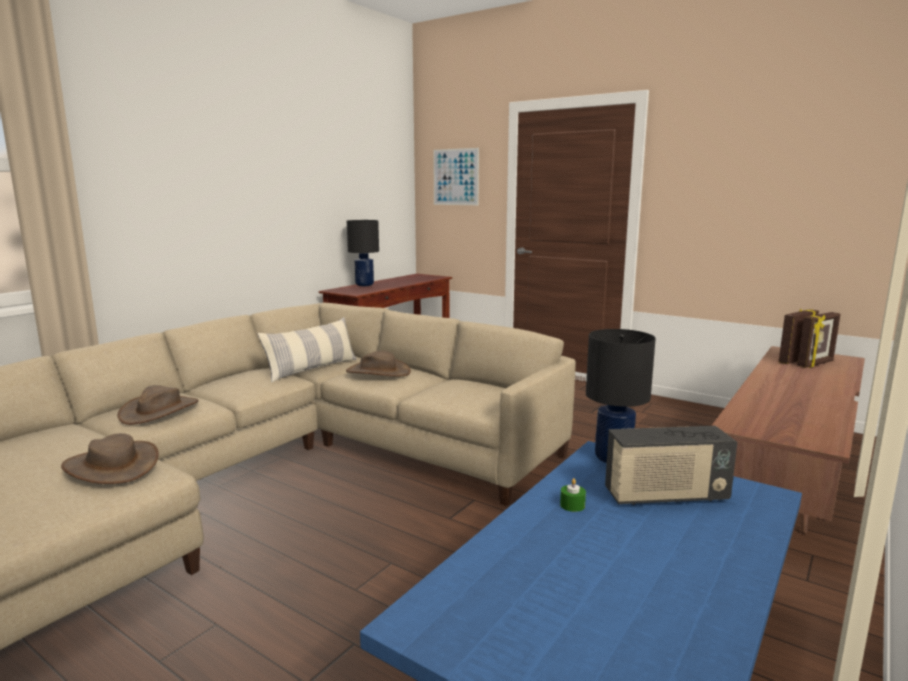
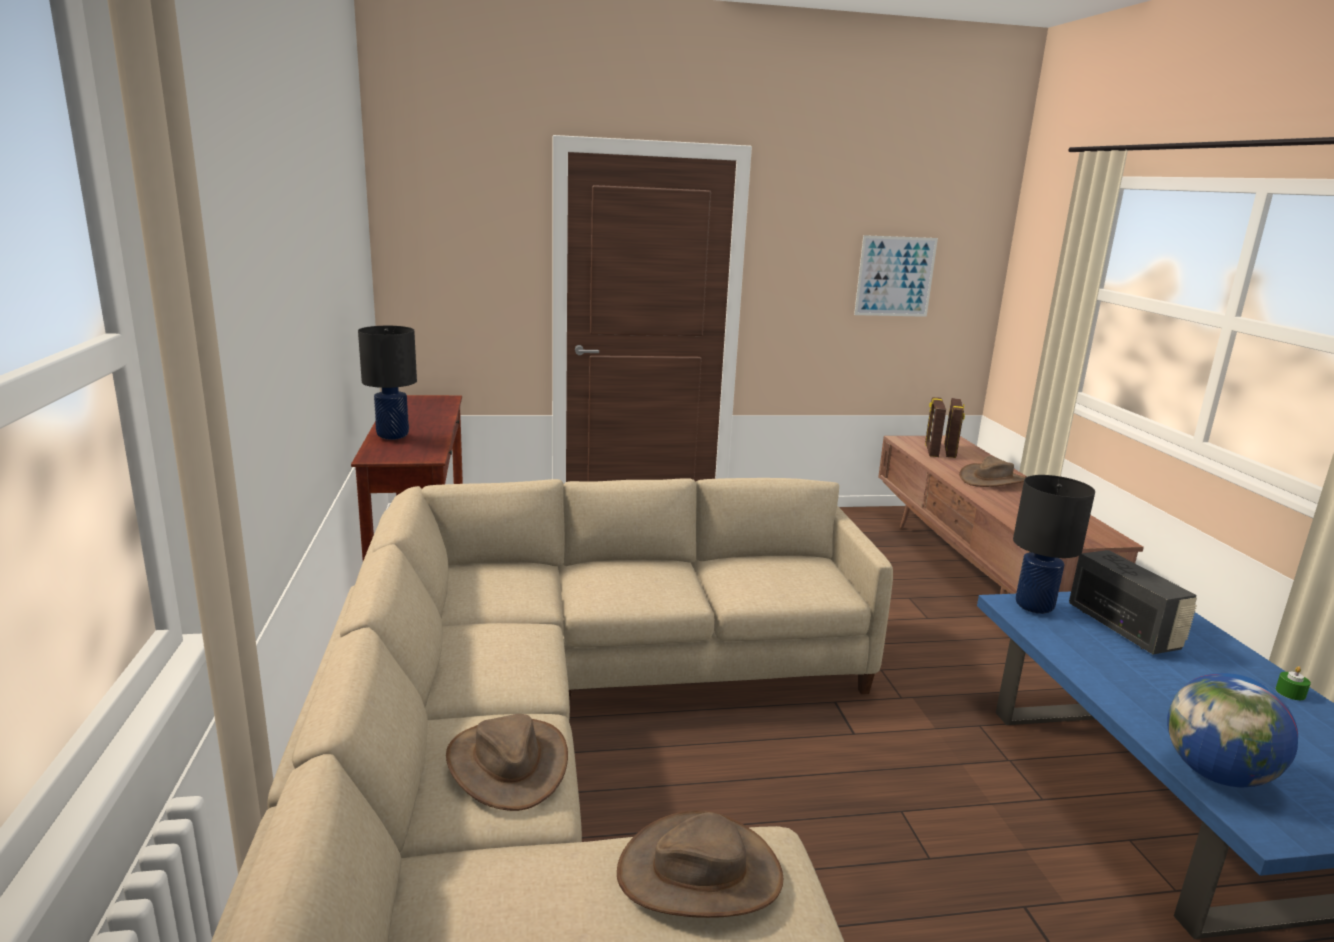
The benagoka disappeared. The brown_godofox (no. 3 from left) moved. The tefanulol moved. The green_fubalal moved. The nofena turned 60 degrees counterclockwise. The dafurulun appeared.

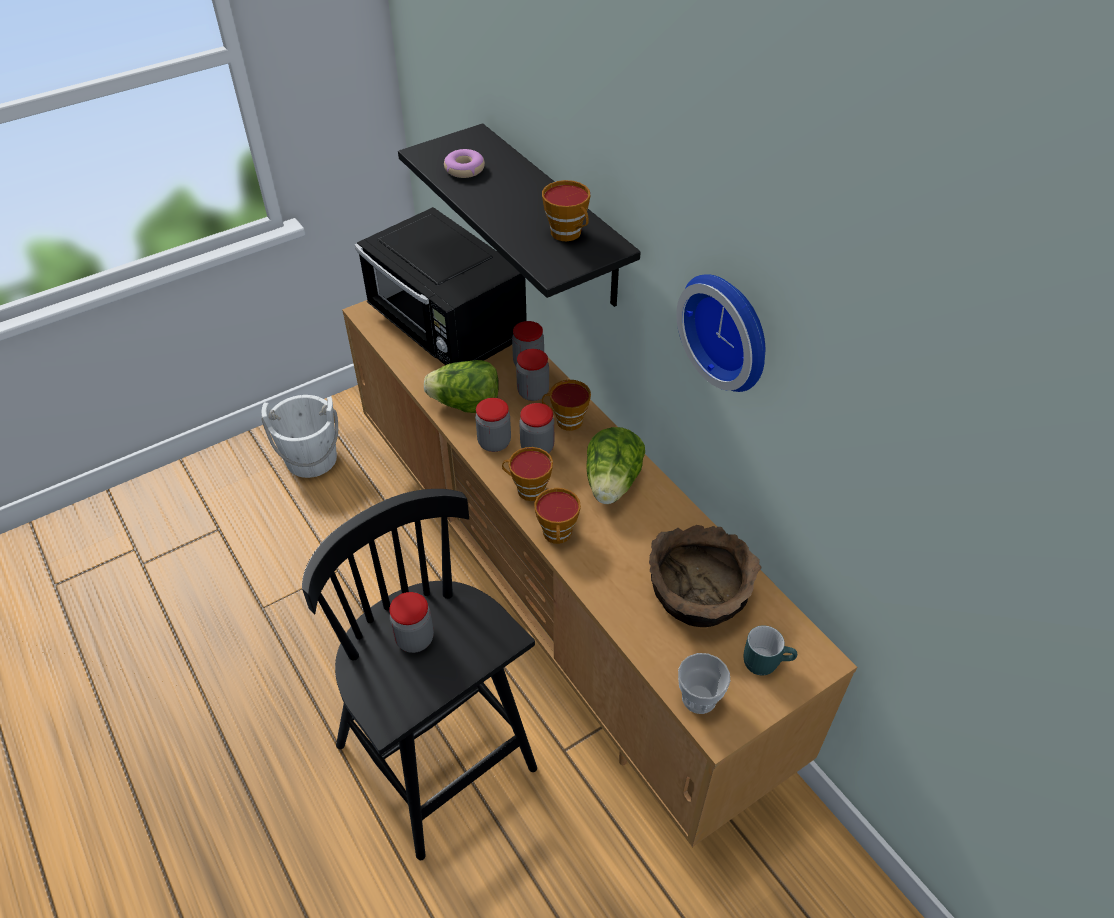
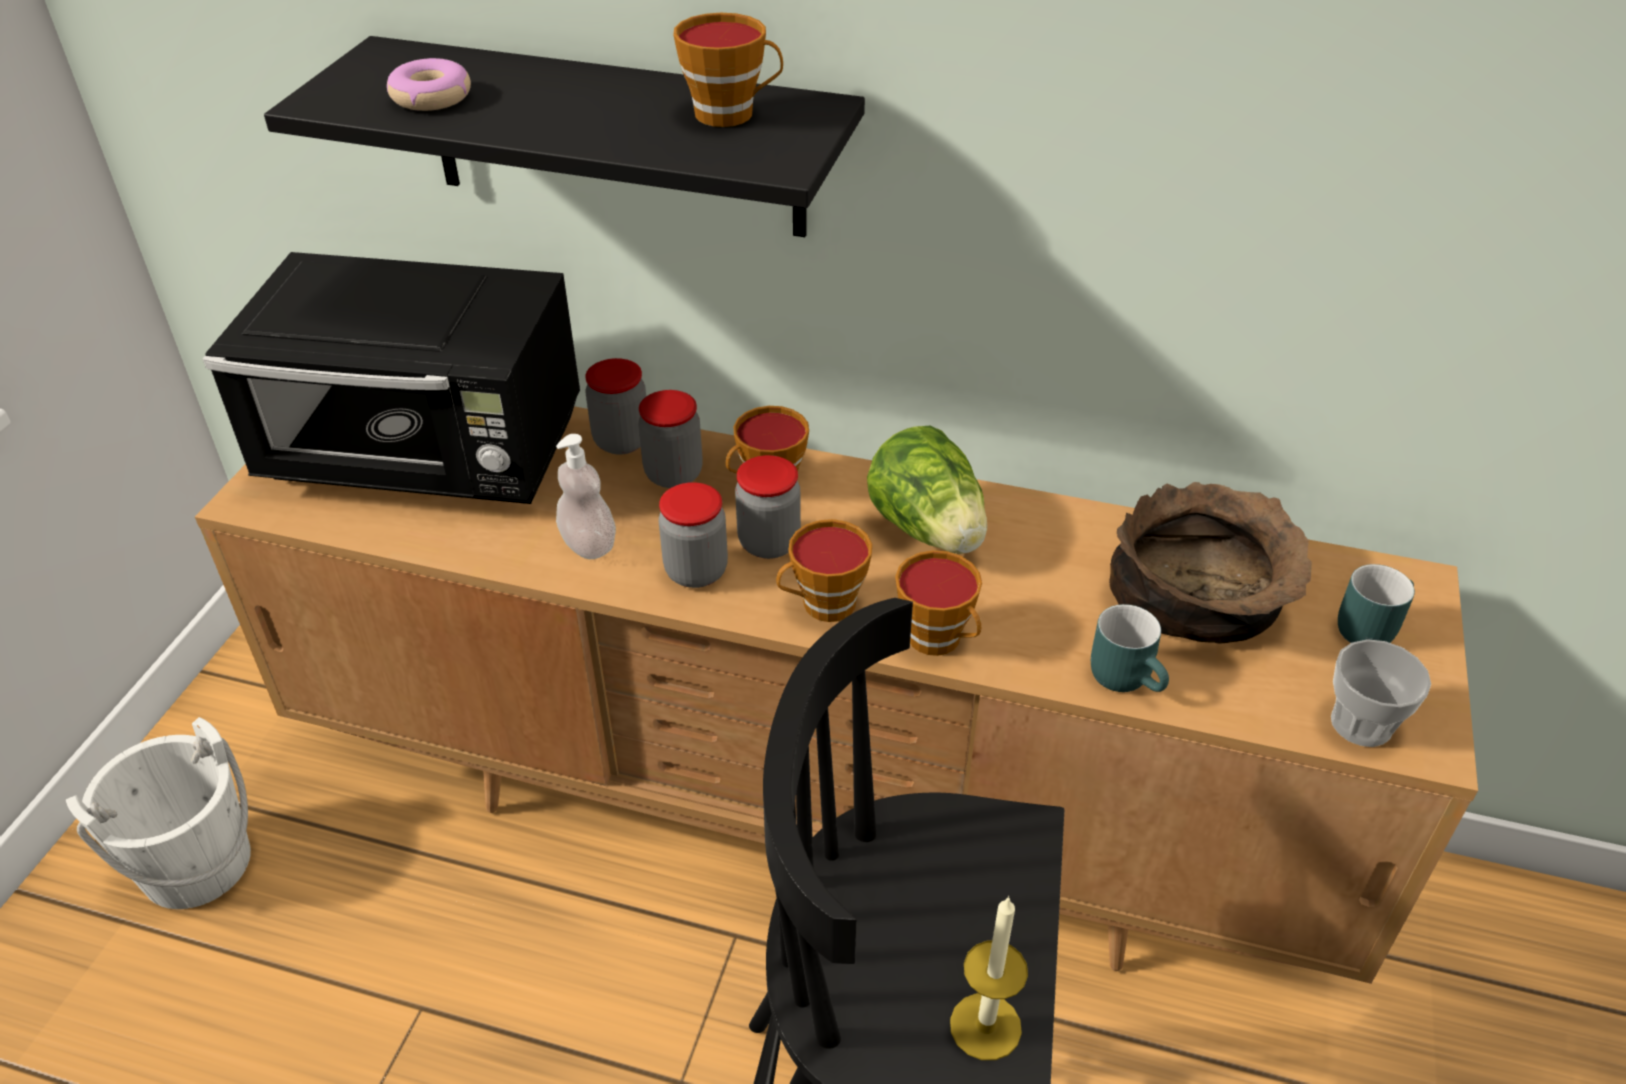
The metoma (no. 1 from left) disappeared. The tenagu (no. 1 from left) was replaced by the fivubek. The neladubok disappeared. The fubalal appeared. The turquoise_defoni (no. 1 from left) appeared.

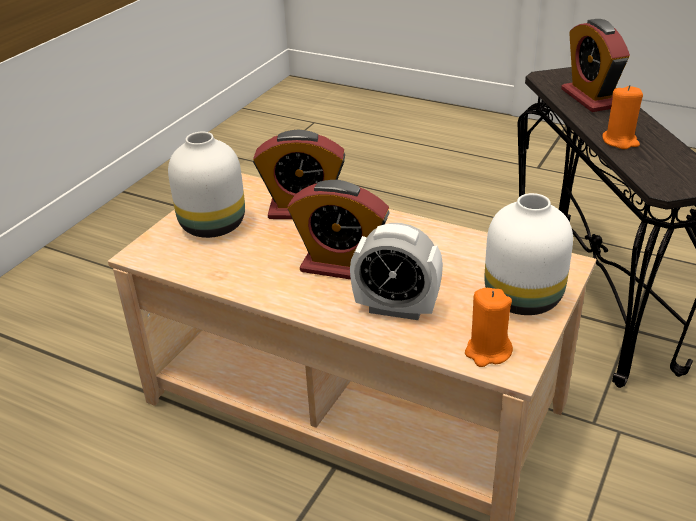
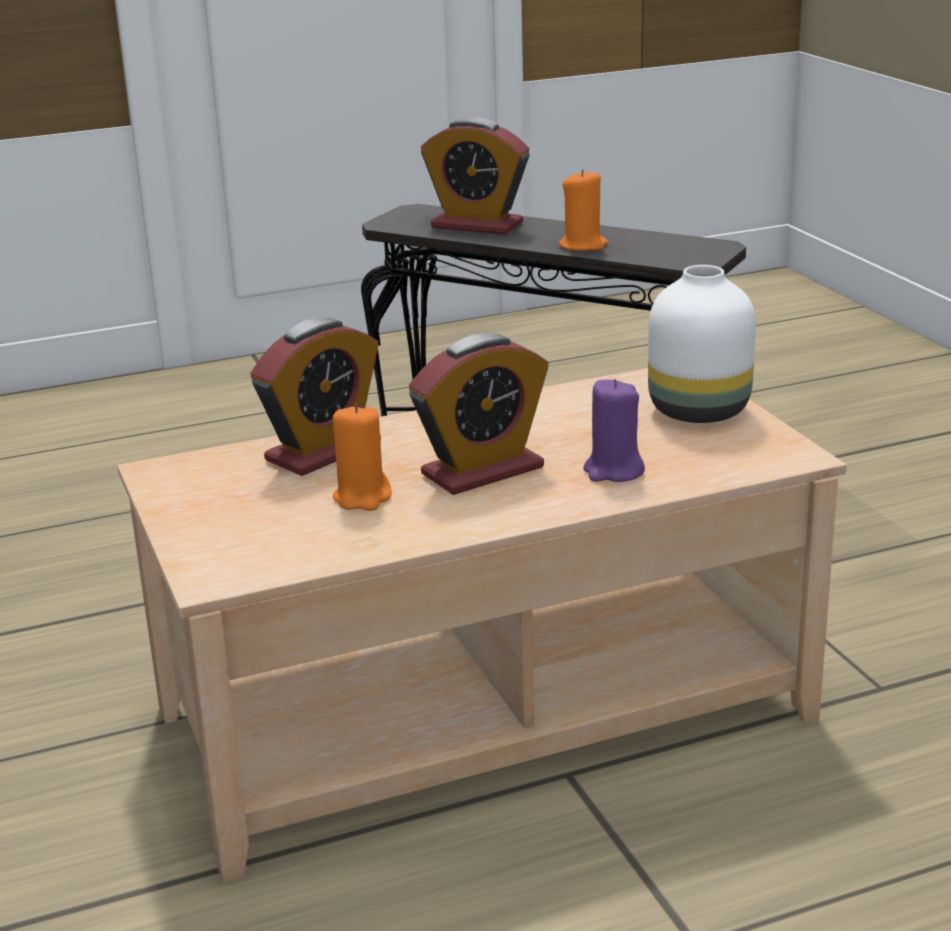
The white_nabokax (no. 1 from left) disappeared. The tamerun (no. 3 from left) was replaced by the purple_fubalal. The orange_fubalal (no. 1 from left) moved.

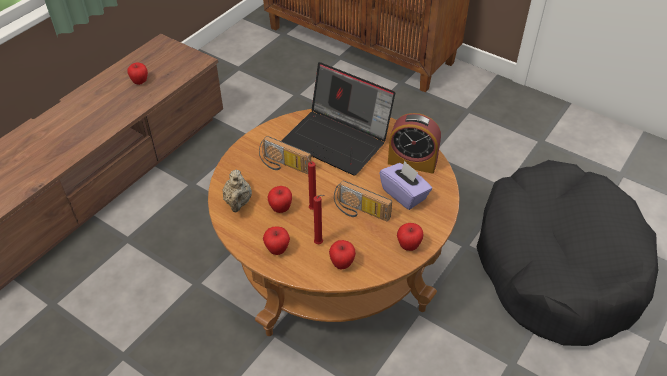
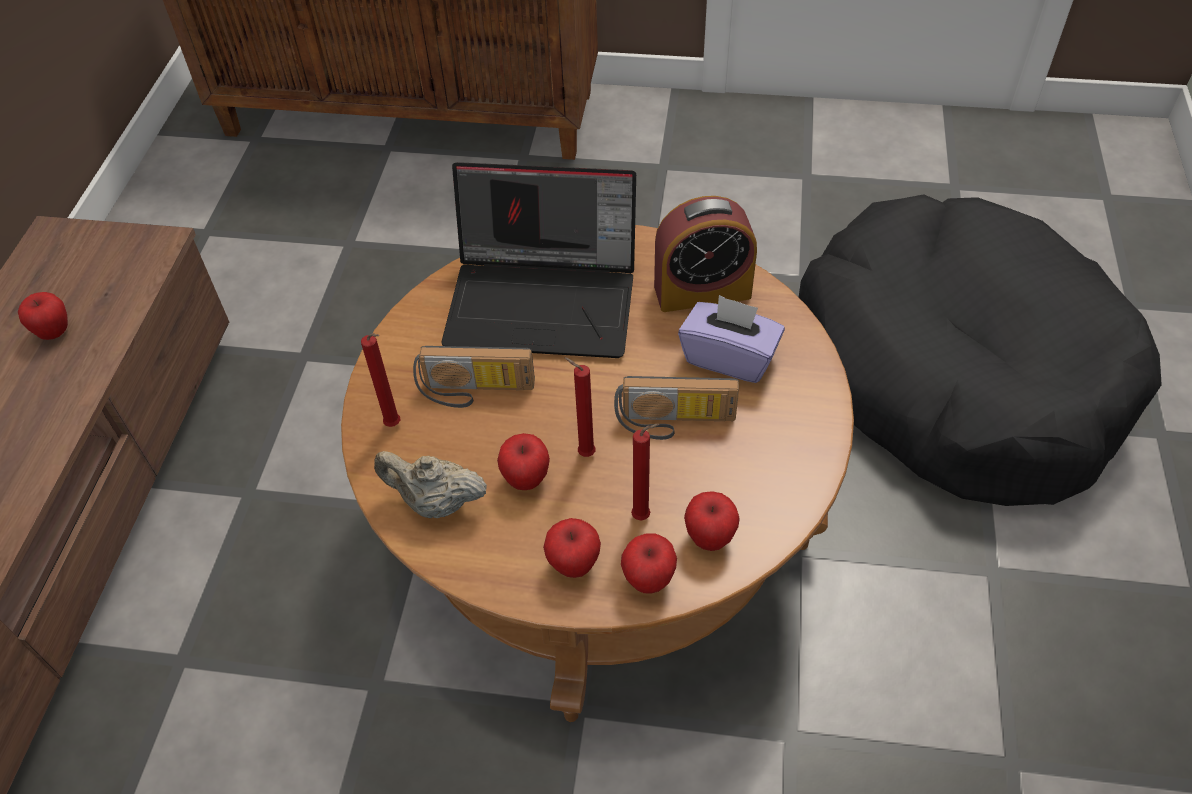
The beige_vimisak turned 135 degrees clockwise. The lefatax (no. 5 from left in the first image) moved. The red_fubalal (no. 1 from left) appeared.

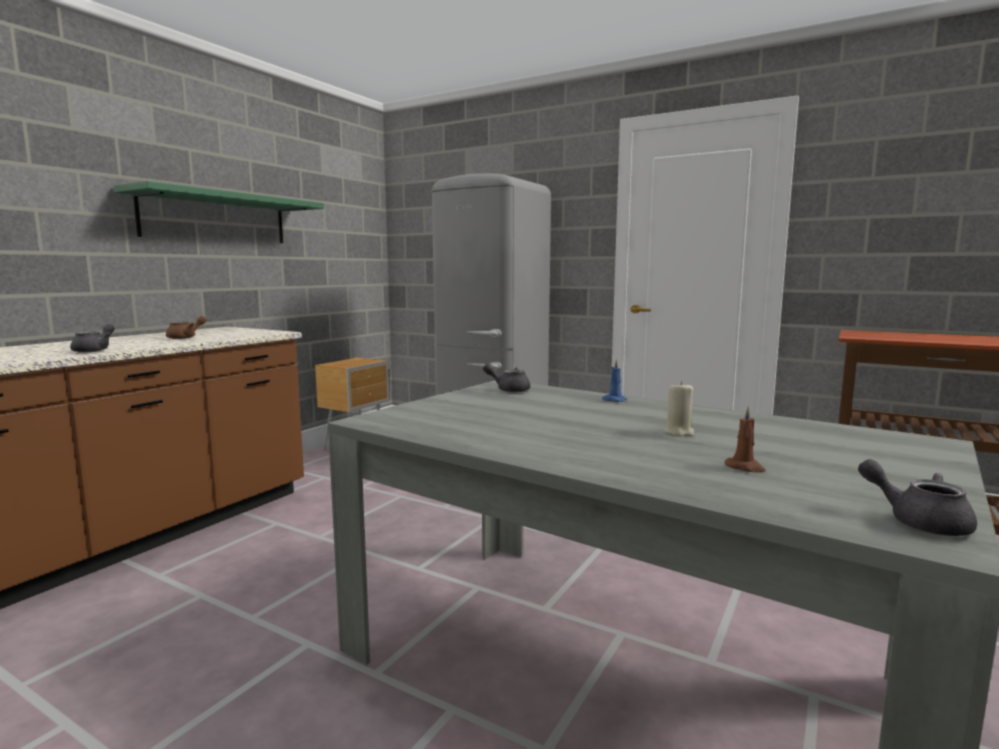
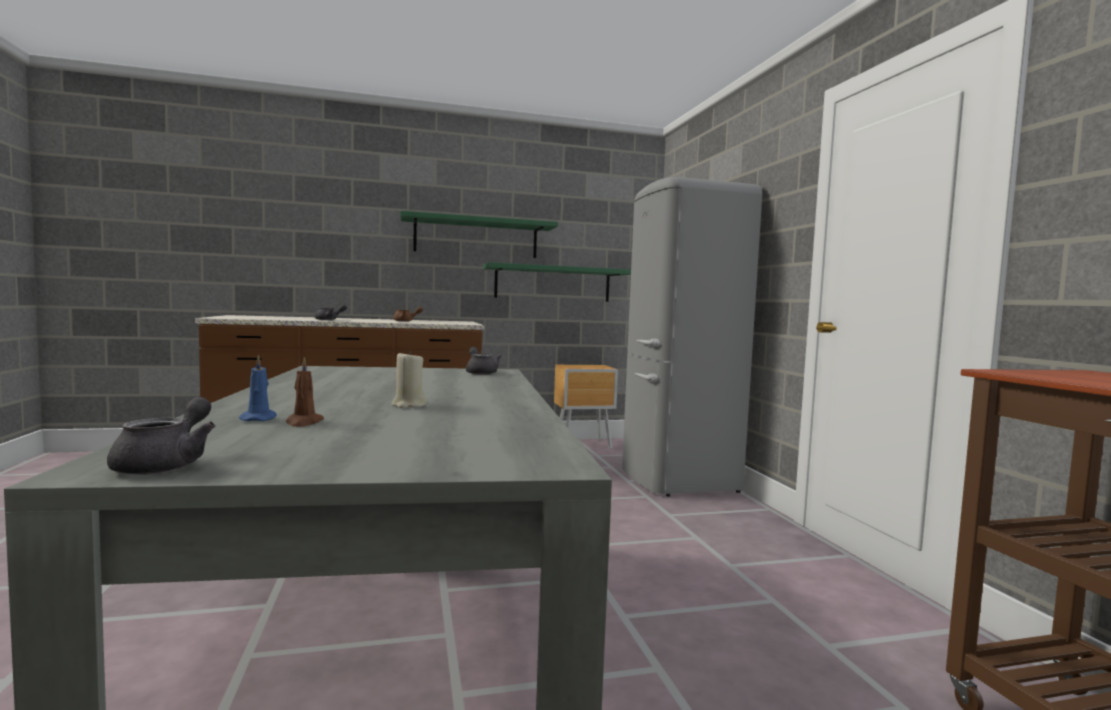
The blue_fubalal moved. The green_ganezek (no. 2 from left) appeared.

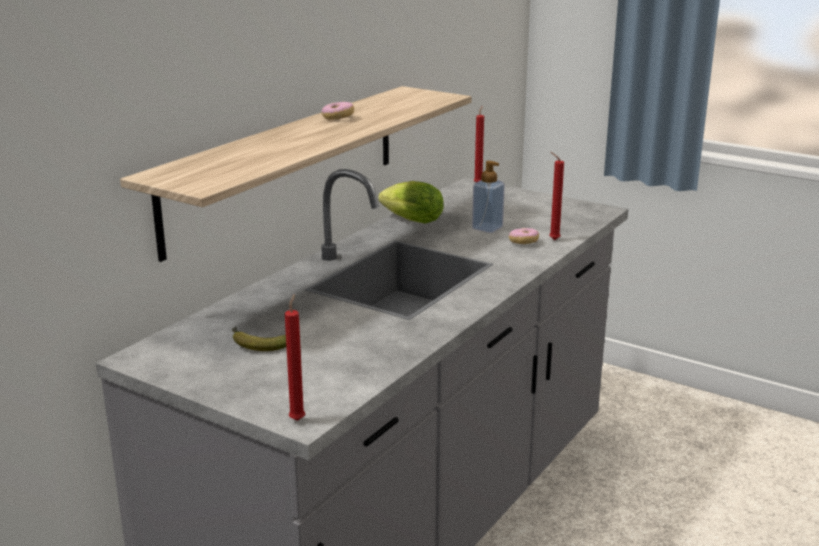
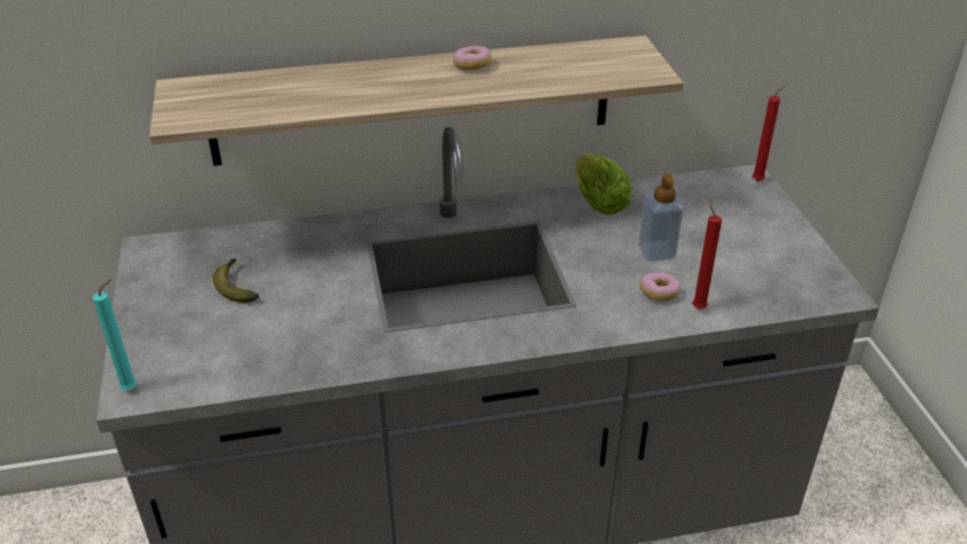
The red_fubalal (no. 1 from left) became the turquoise_fubalal.

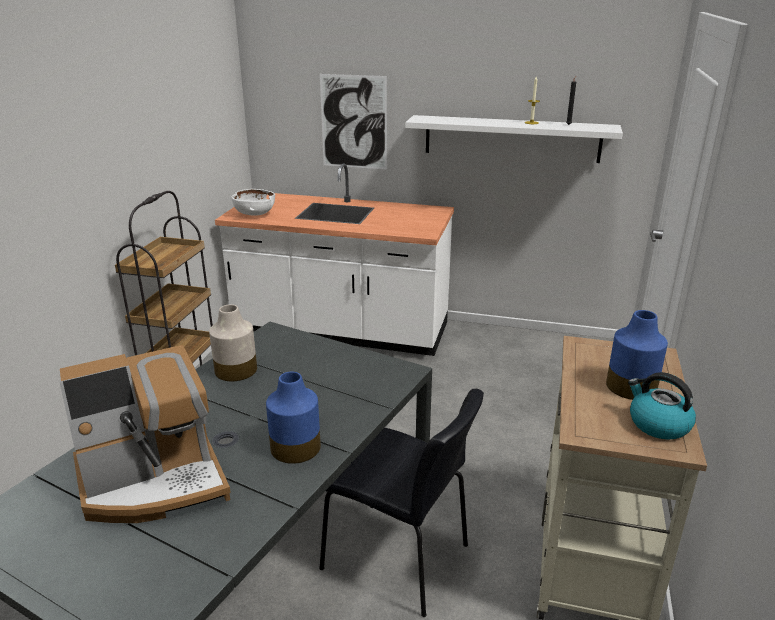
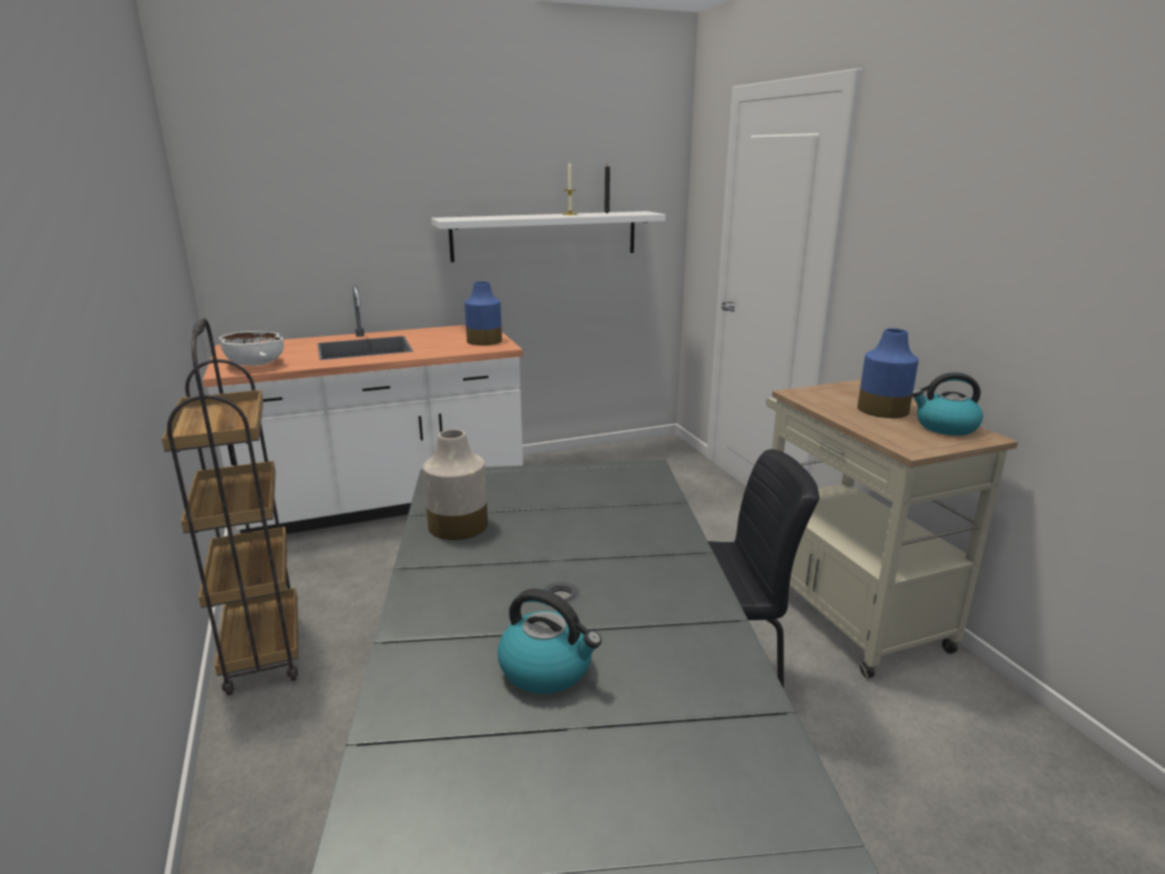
The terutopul was replaced by the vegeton (no. 1 from left). The blue_nabokax (no. 1 from left) moved. The tefanulol disappeared.

